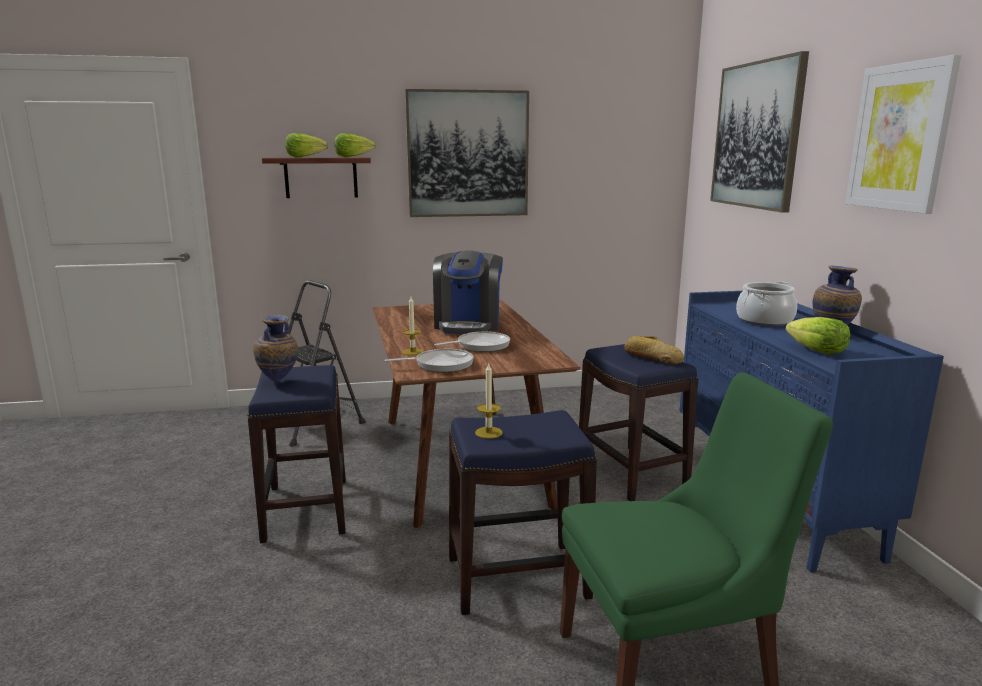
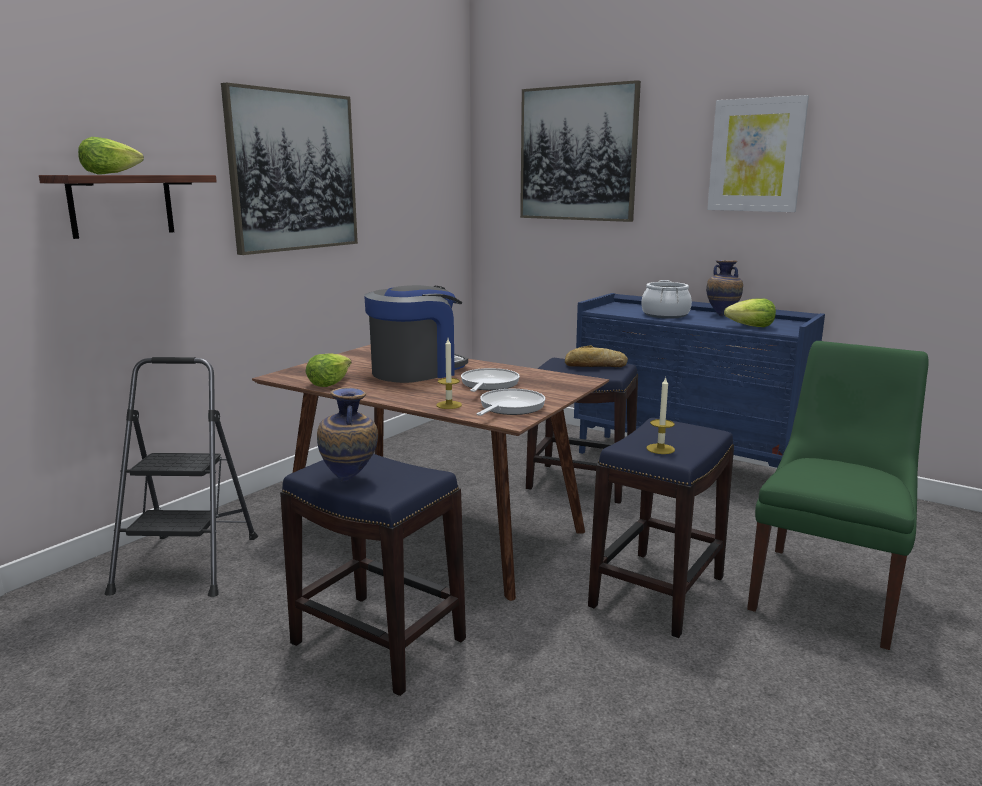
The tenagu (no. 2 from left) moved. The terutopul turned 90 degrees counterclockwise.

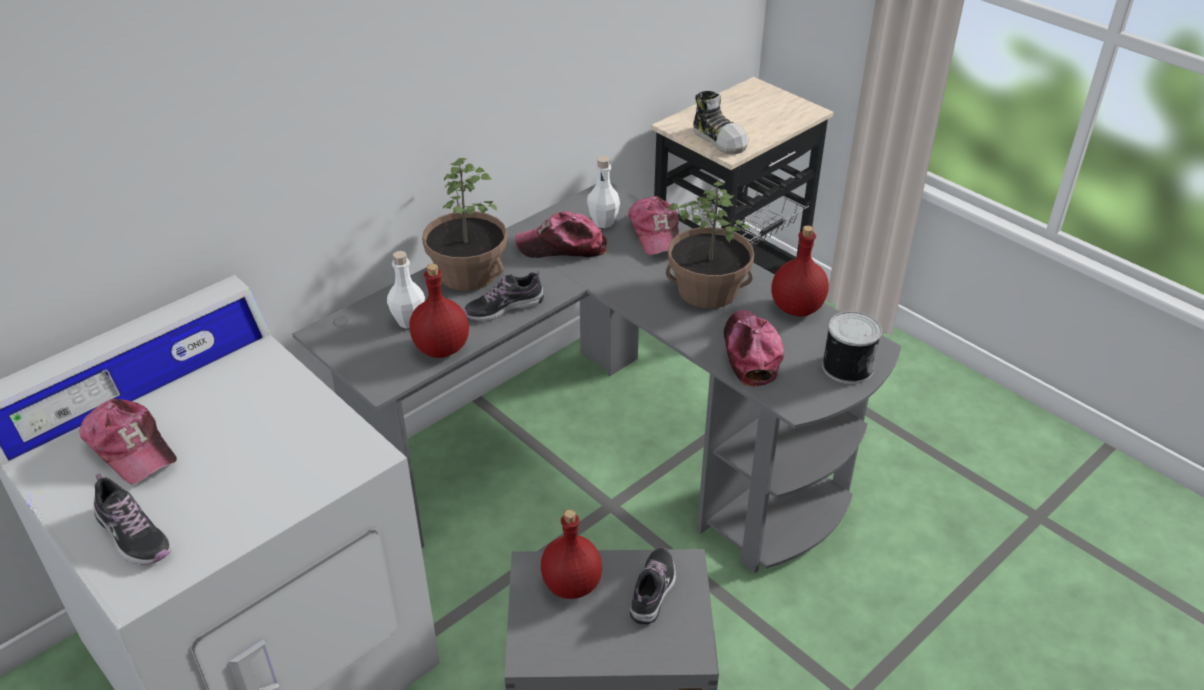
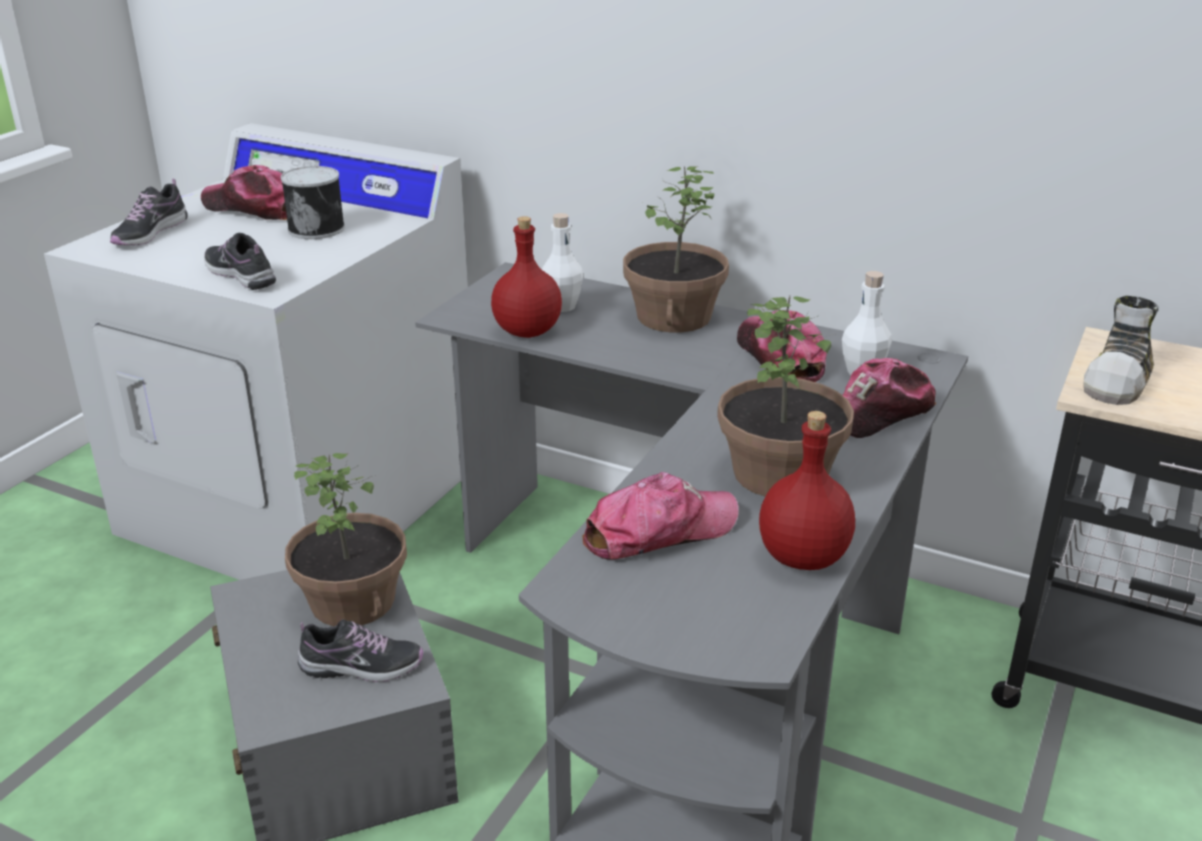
The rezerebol (no. 1 from left) turned 90 degrees clockwise. The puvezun (no. 2 from left) moved. The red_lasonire (no. 2 from left) was replaced by the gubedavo (no. 1 from left). The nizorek moved.

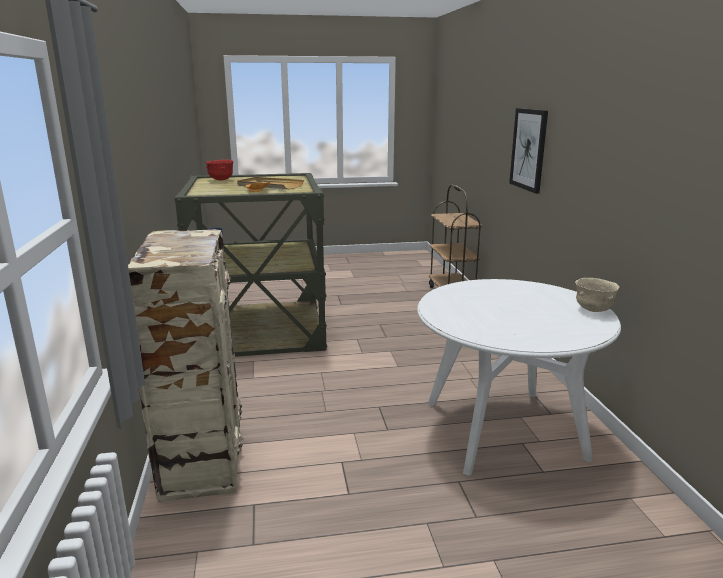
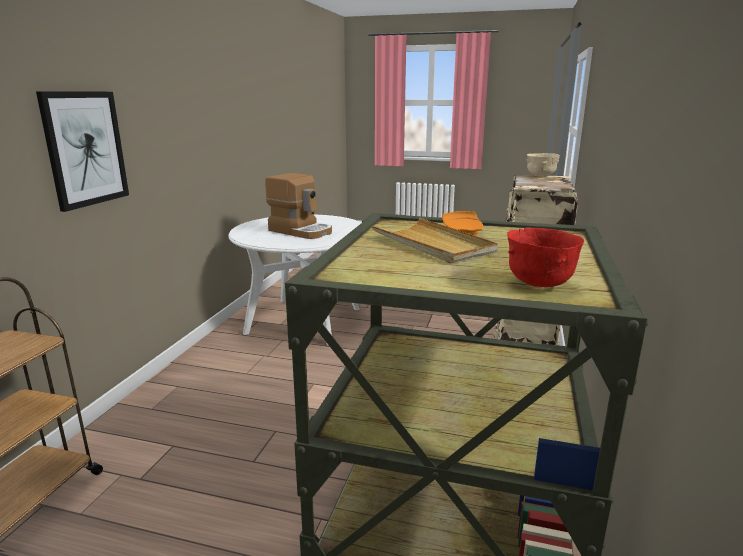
The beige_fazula moved. The terutopul appeared.

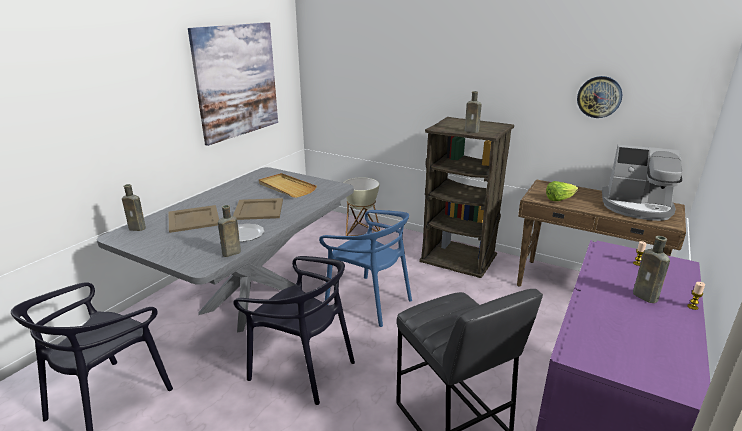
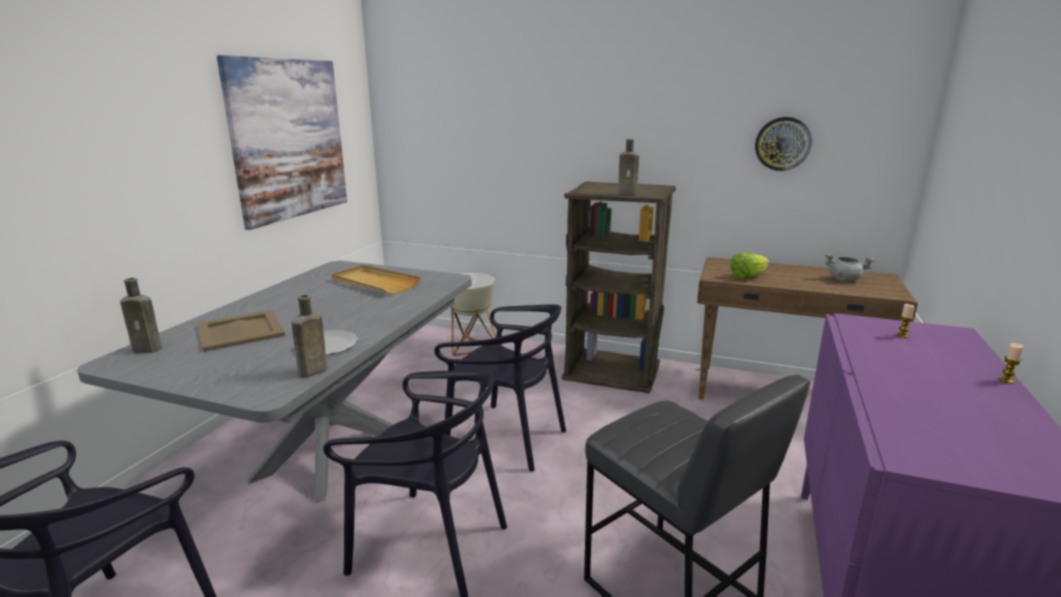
The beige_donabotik (no. 2 from left) disappeared. The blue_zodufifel became the black_zodufifel (no. 3 from left). The terutopul was replaced by the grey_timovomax. The brown_lasonire (no. 4 from left) disappeared.

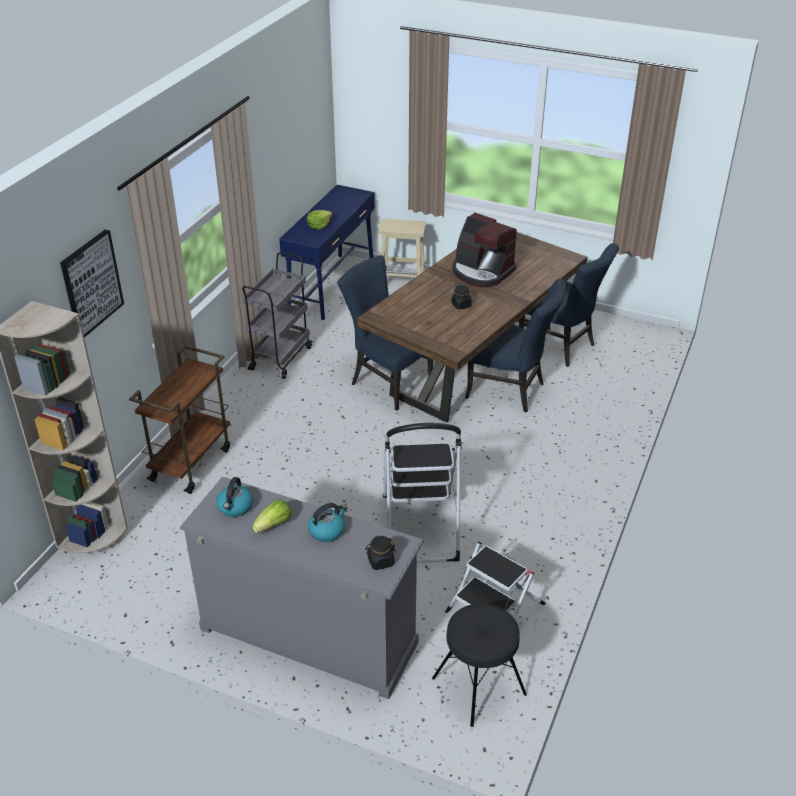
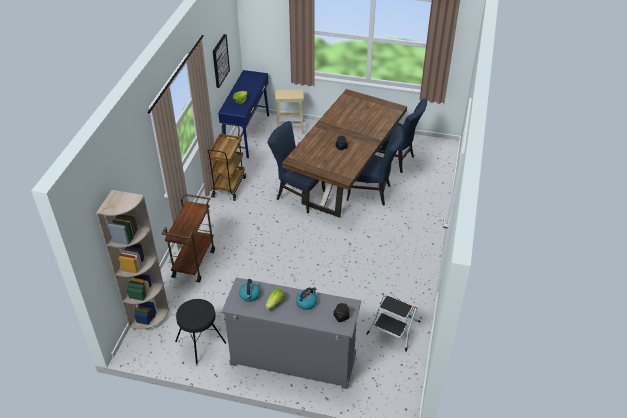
The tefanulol moved. The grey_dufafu became the brown_dufafu (no. 2 from left). The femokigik (no. 1 from left) disappeared. The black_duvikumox moved. The terutopul disappeared.

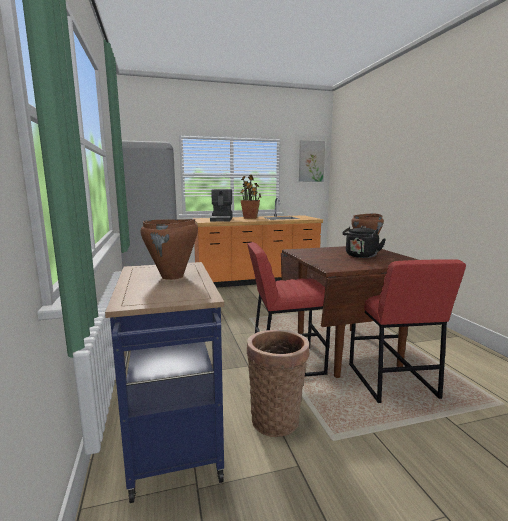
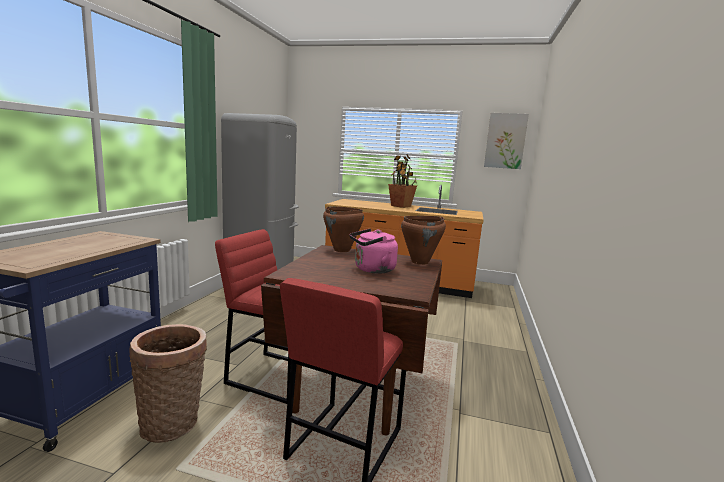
The brown_timovomax (no. 1 from left) moved. The terutopul disappeared. The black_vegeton became the pink_vegeton.

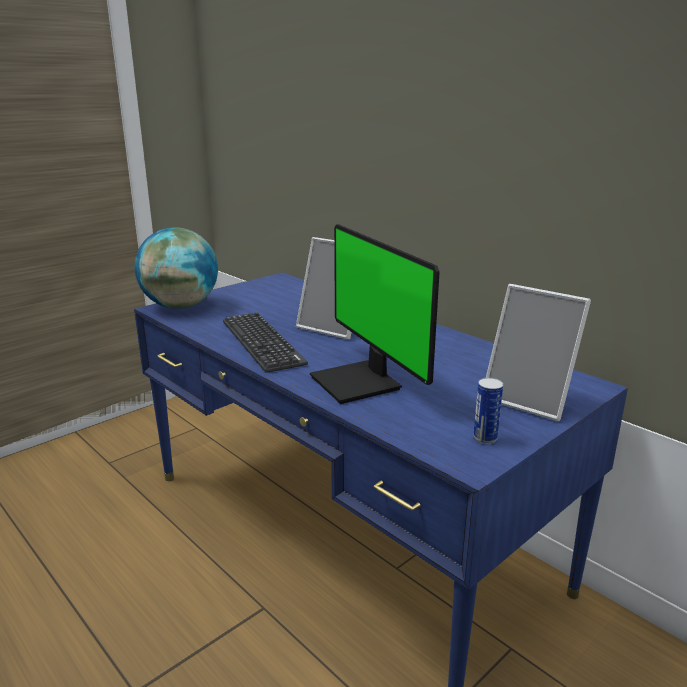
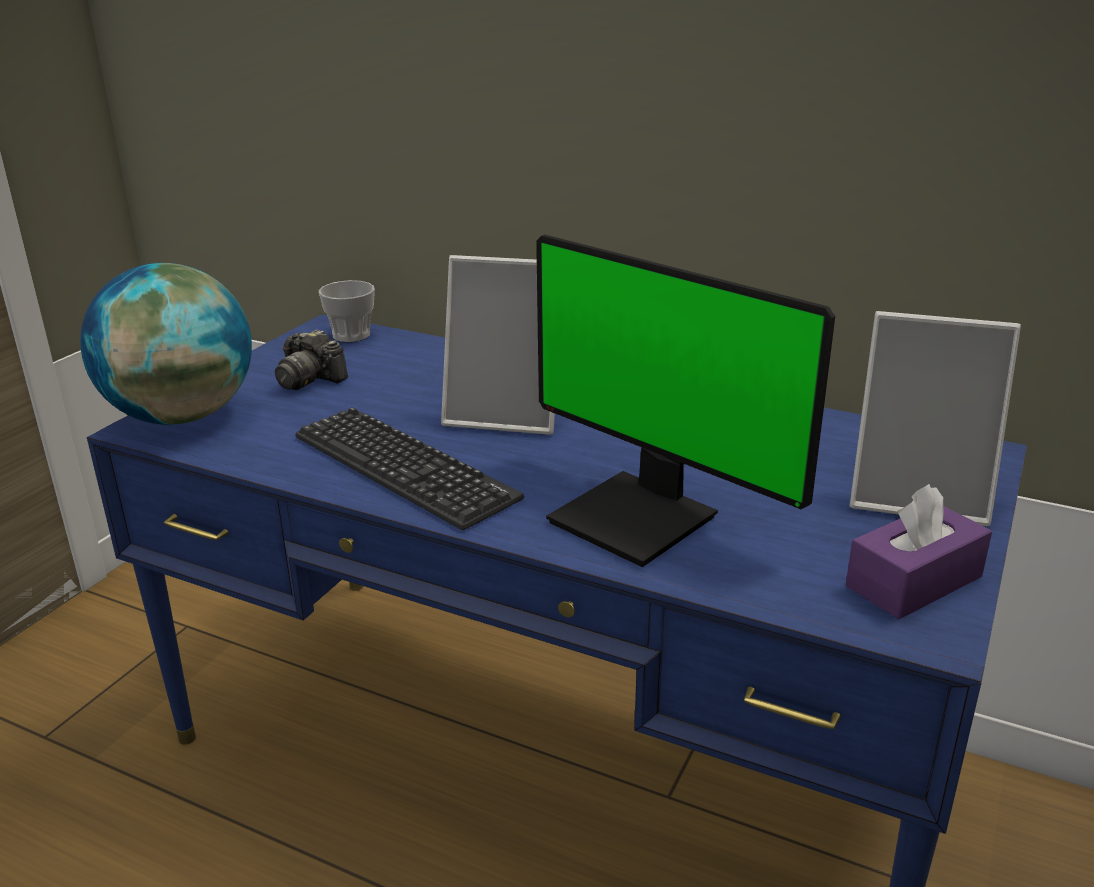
The nizorek was replaced by the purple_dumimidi. The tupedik appeared. The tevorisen appeared.

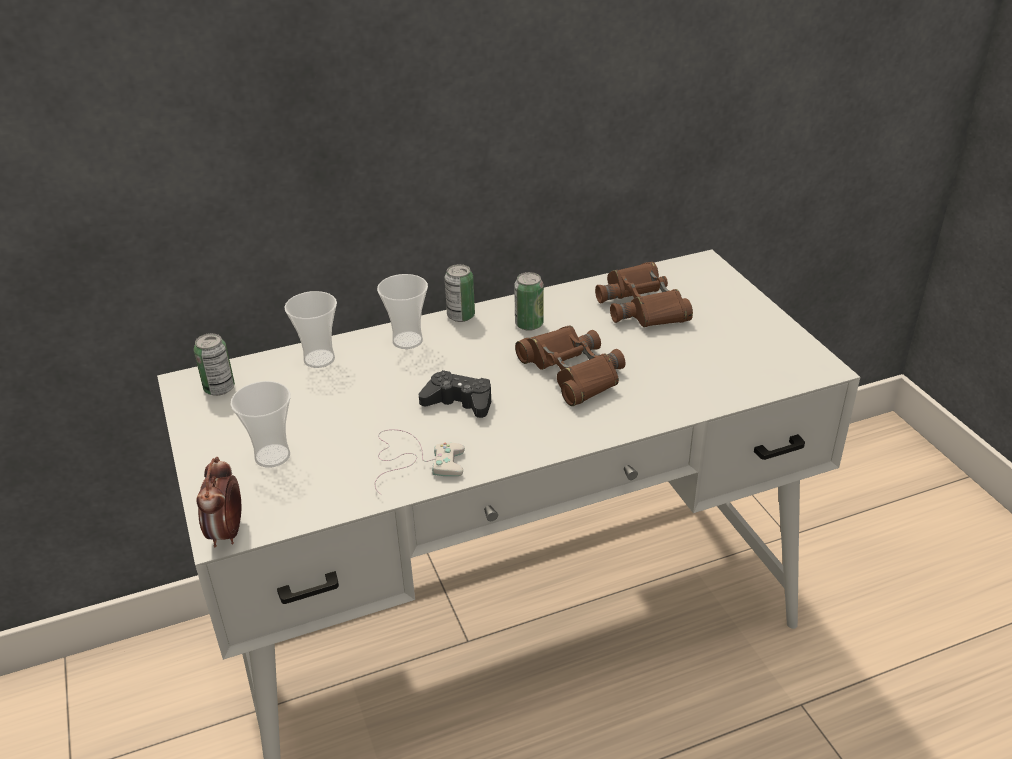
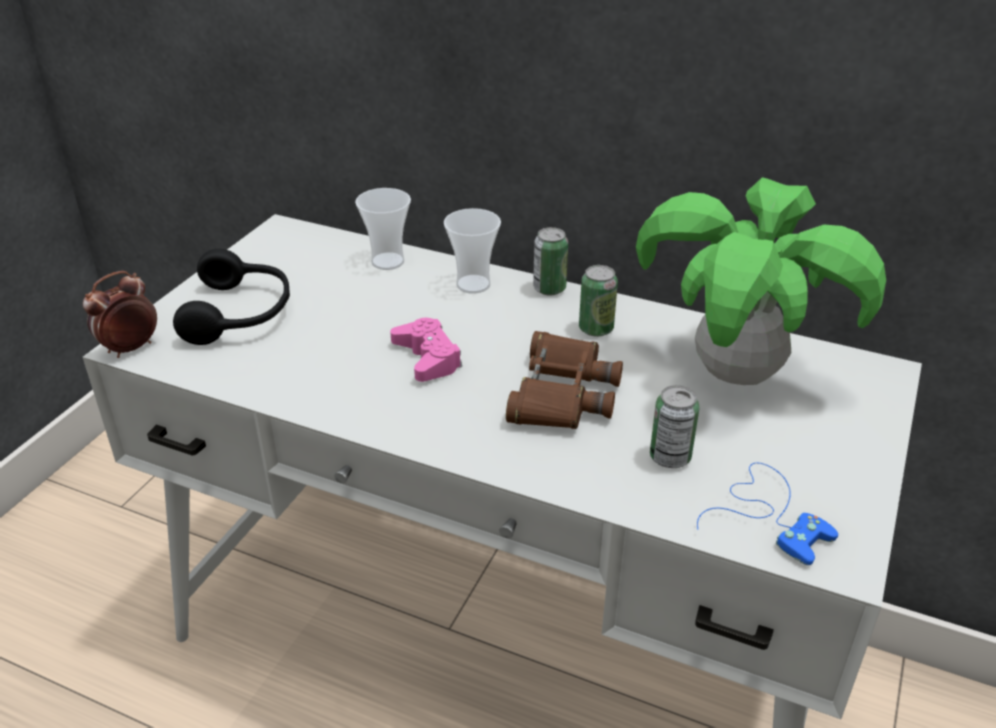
The nizorek (no. 1 from left in the first image) moved. The tevorisen (no. 1 from left) was replaced by the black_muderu. The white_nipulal disappeared. The black_nipulal became the pink_nipulal. The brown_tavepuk (no. 2 from left) was replaced by the gubedavo. The blue_nipulal appeared.

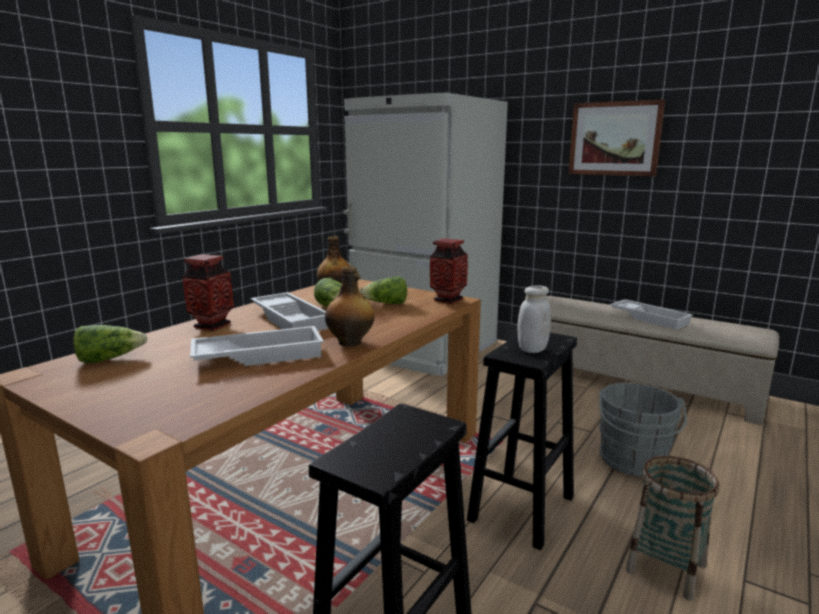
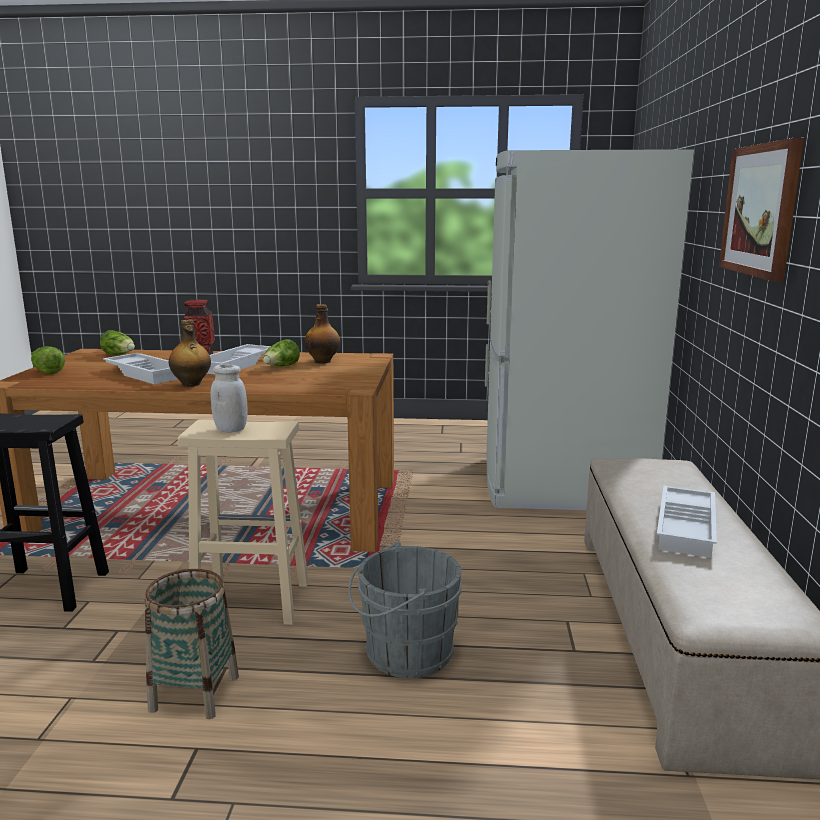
The tenagu (no. 3 from left in the first image) moved. The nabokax (no. 2 from left) disappeared. The black_duvikumox (no. 2 from left) became the beige_duvikumox.

